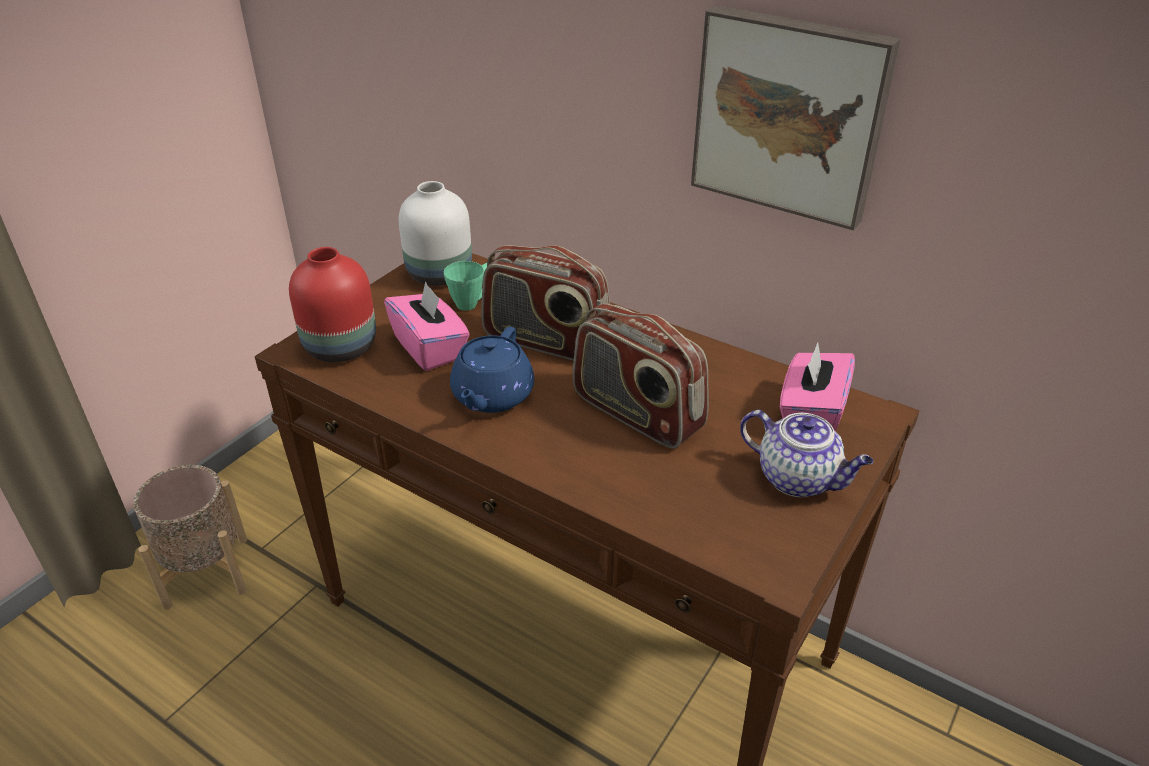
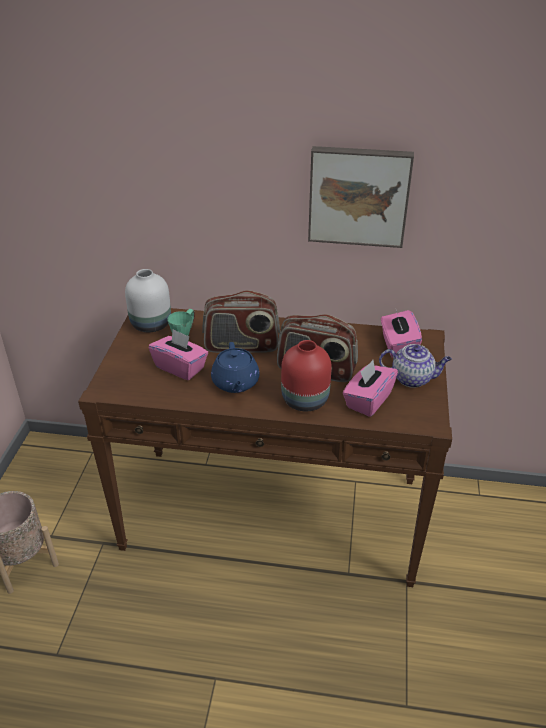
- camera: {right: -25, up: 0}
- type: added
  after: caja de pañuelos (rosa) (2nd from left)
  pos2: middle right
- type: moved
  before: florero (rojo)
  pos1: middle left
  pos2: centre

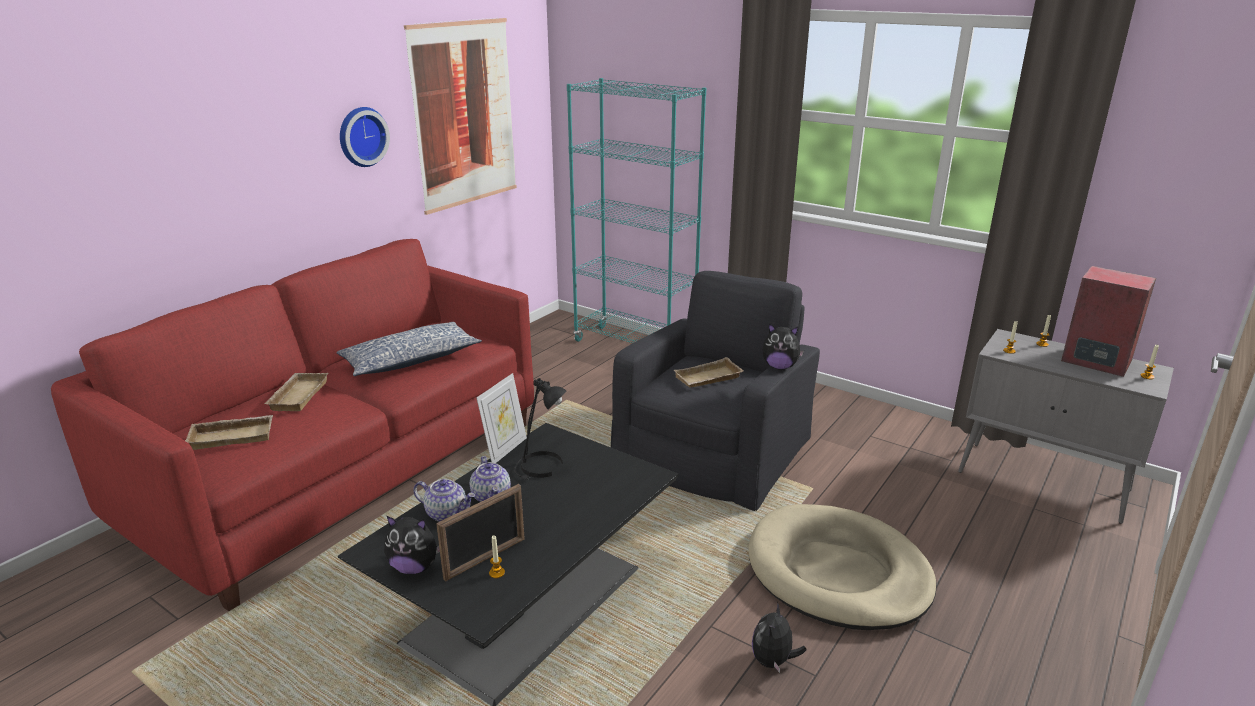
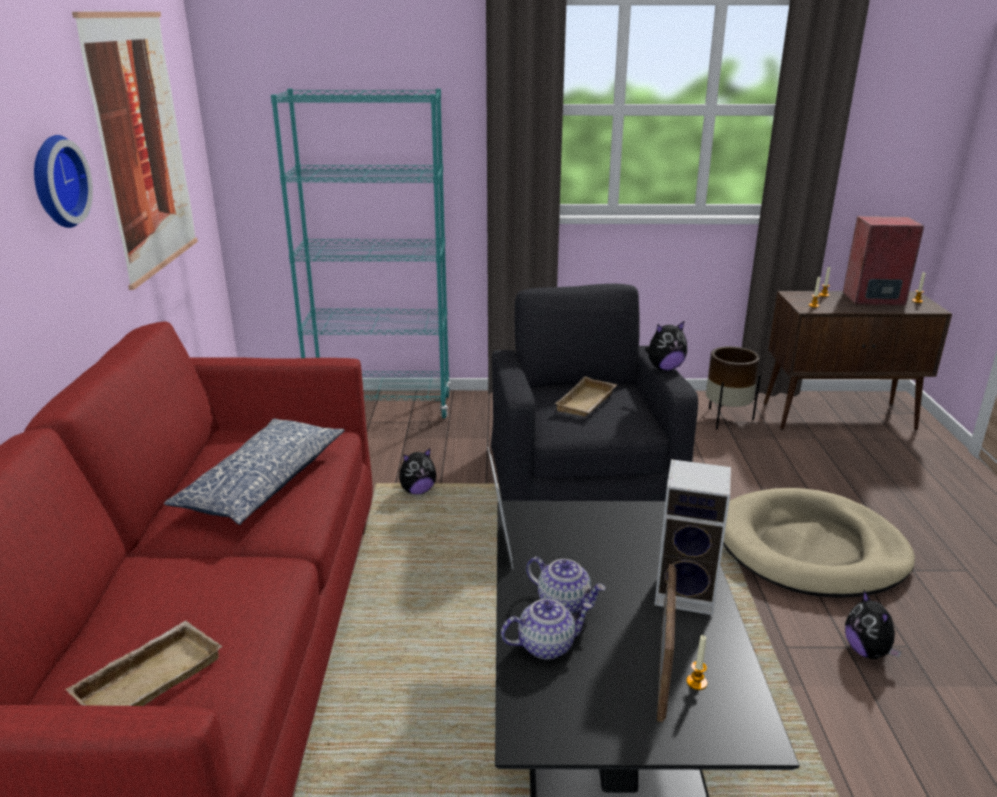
- camera: {right: -35, up: 0}
- type: removed
  before: bandeja (beis) (2nd from left)
  pos1: middle left
- type: removed
  before: lámpara de mesa (negro)
  pos1: centre
- type: added
  after: altavoz (1st from left)
  pos2: bottom right
- type: added
  after: maceta (marrón)
  pos2: middle right
- type: moved
  before: peluche (1st from left)
  pos1: bottom left
  pos2: centre
- type: recoloured
  before: armario (gris)
  after: armario (marrón)
  pos1: middle right
  pos2: middle right

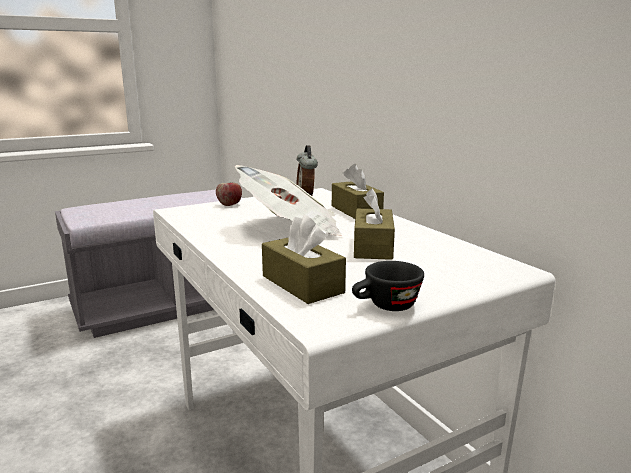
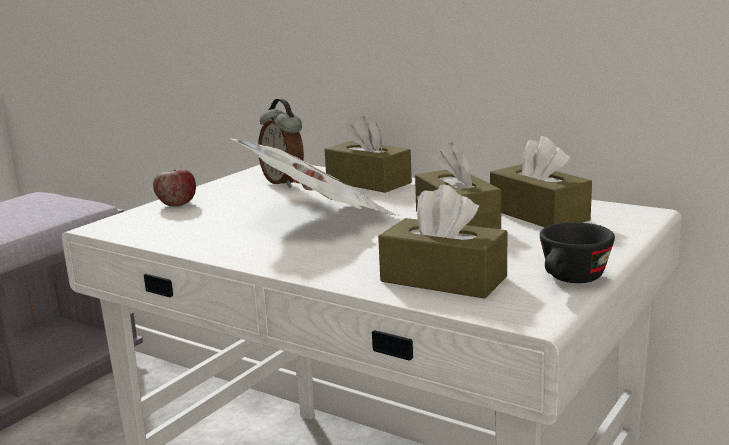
- camera: {right: -25, up: 0}
- type: added
  after: caja de pañuelos (marrón) (4th from left)
  pos2: middle right

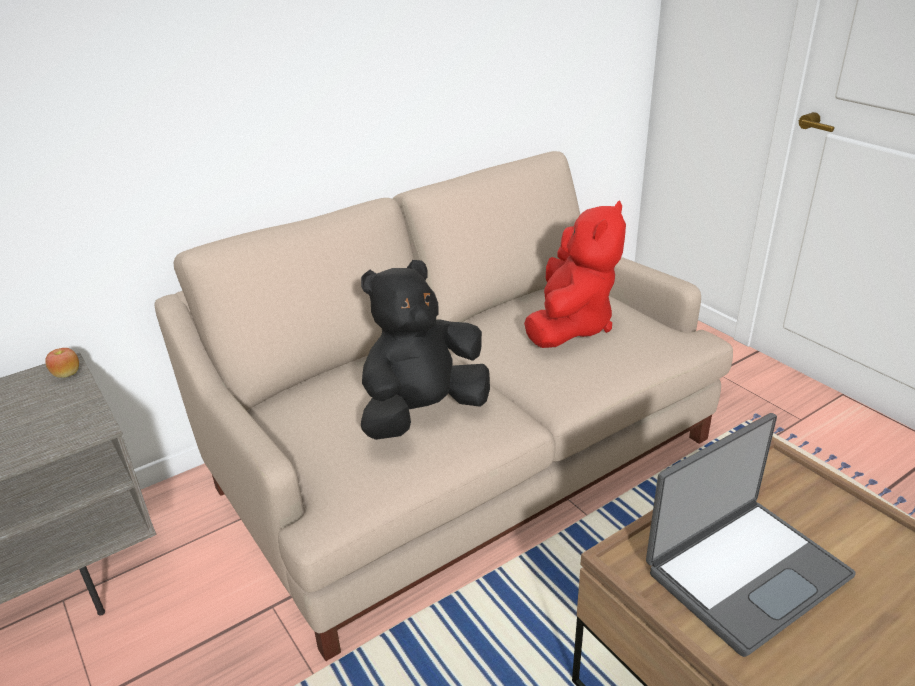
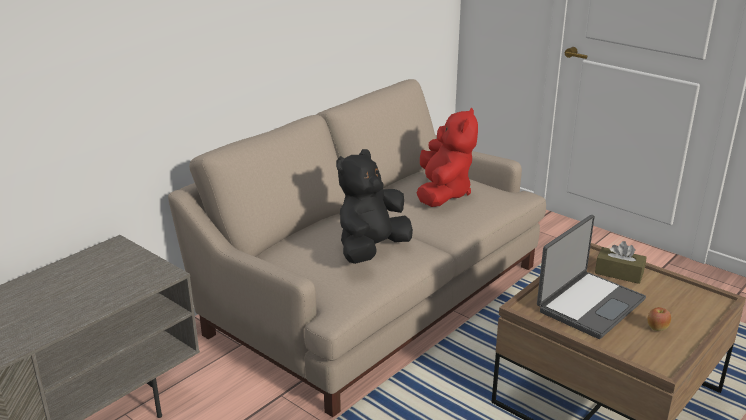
- camera: {right: -15, up: -5}
- type: added
  after: caja de pañuelos (marrón)
  pos2: middle right
- type: moved
  before: manzana
  pos1: middle left
  pos2: bottom right

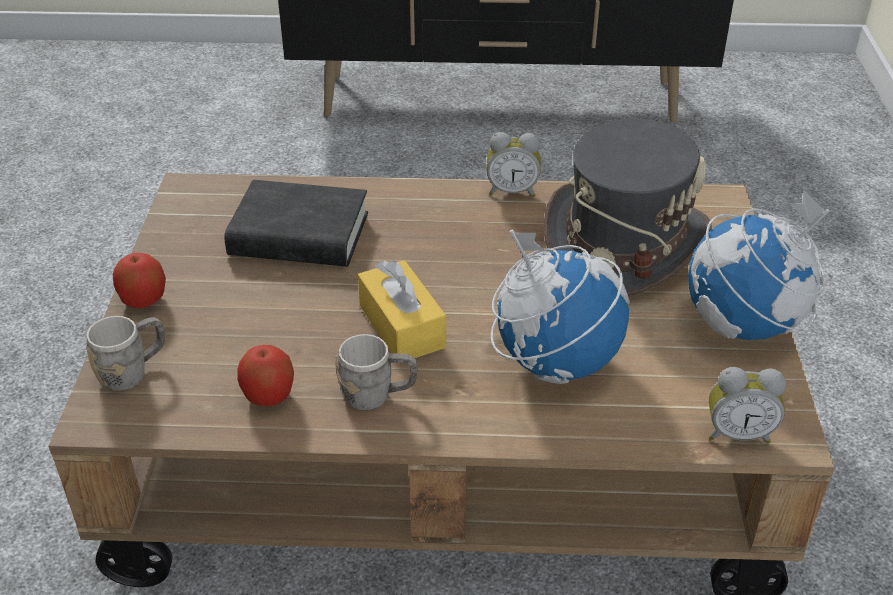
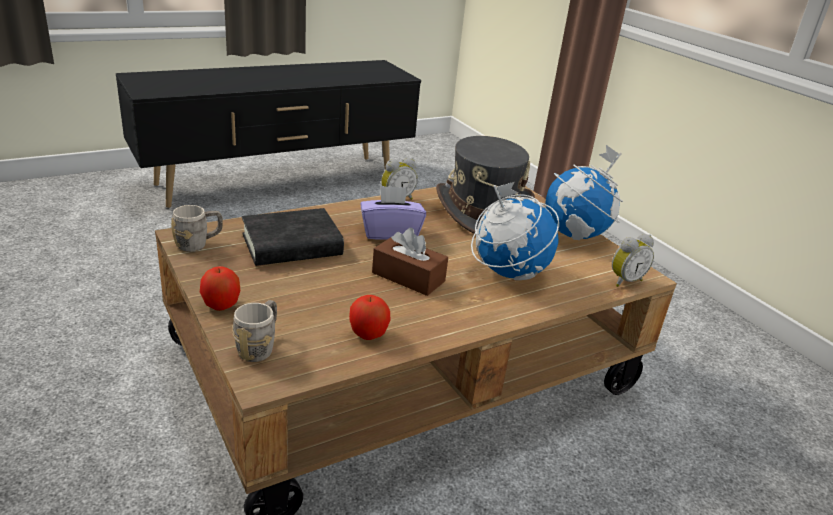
- camera: {right: -35, up: -10}
- type: added
  after: caja de pañuelos (morado)
  pos2: centre
- type: moved
  before: taza grande (gris) (2nd from left in the first image)
  after: taza grande (gris) (1st from left)
  pos1: centre
  pos2: middle left
- type: recoloured
  before: caja de pañuelos (amarillo)
  after: caja de pañuelos (marrón)
  pos1: centre
  pos2: centre

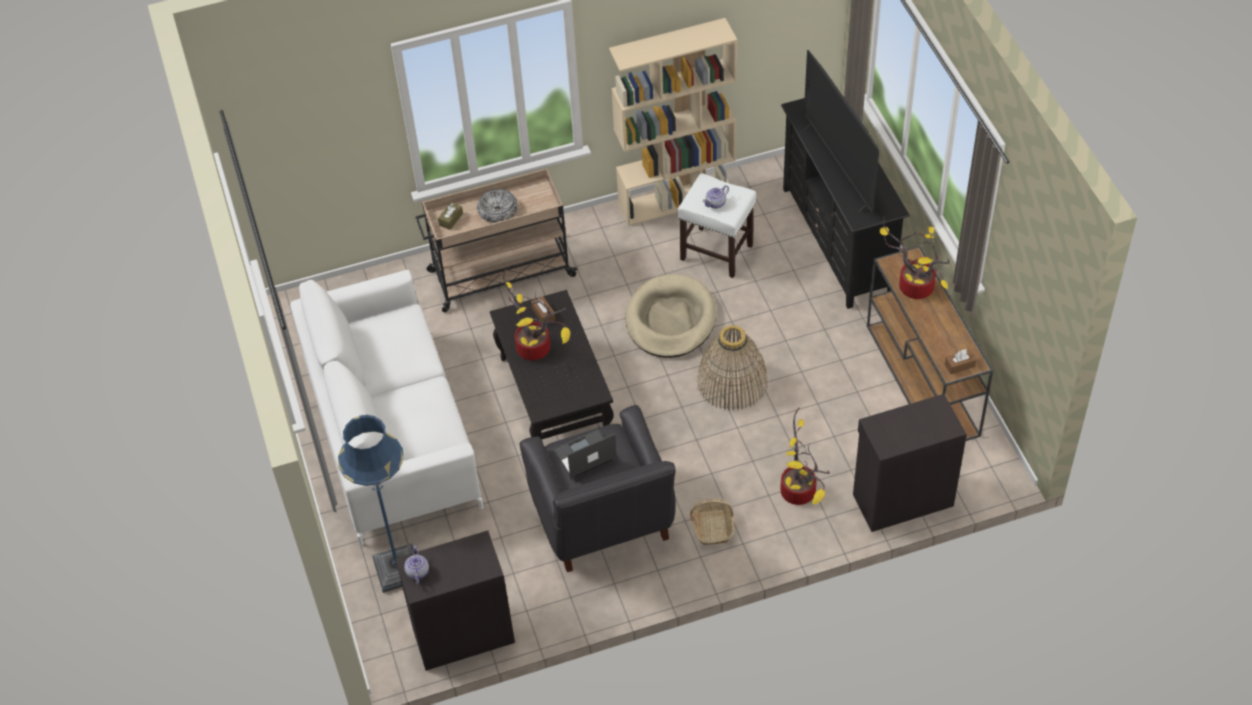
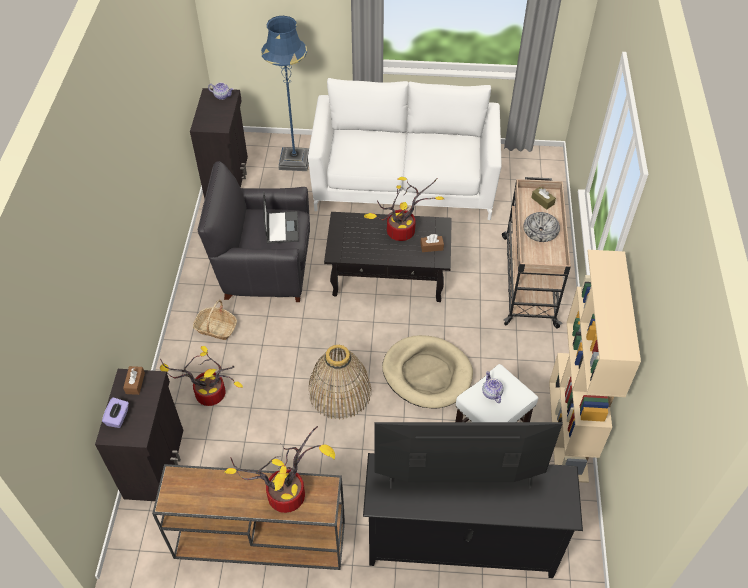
- camera: {right: 110, up: 0}
- type: added
  after: caja de pañuelos (morado)
  pos2: bottom left
- type: moved
  before: caja de pañuelos (marrón) (3rd from left in the first image)
  after: caja de pañuelos (marrón) (1st from left)
  pos1: middle right
  pos2: middle left

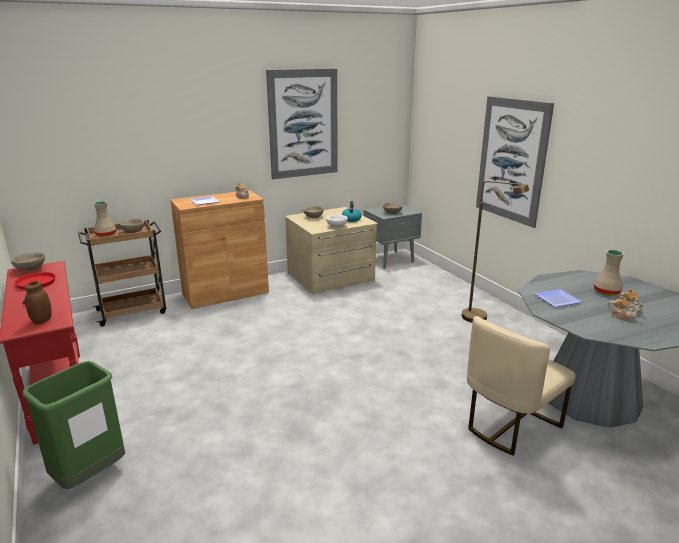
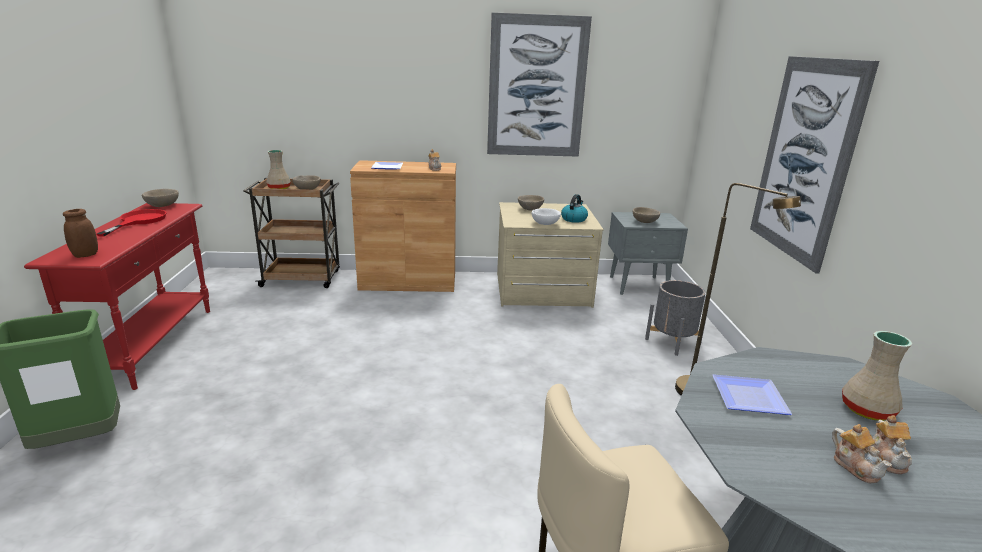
- camera: {right: 25, up: 0}
- type: added
  after: maceta (gris)
  pos2: middle right

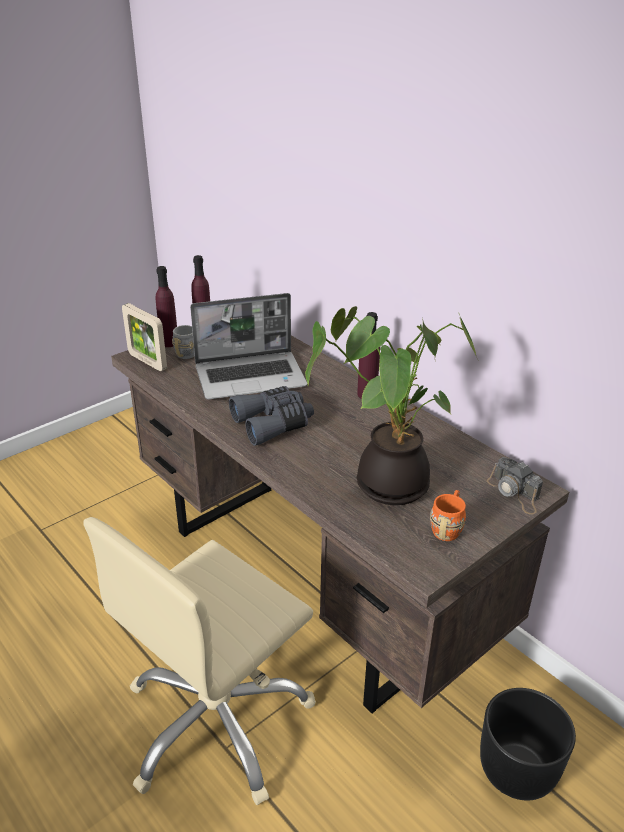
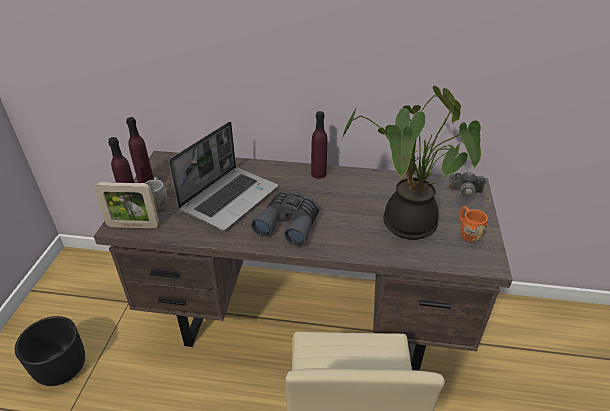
- camera: {right: -40, up: 5}
- type: moved
  before: maceta (negro)
  pos1: bottom right
  pos2: bottom left

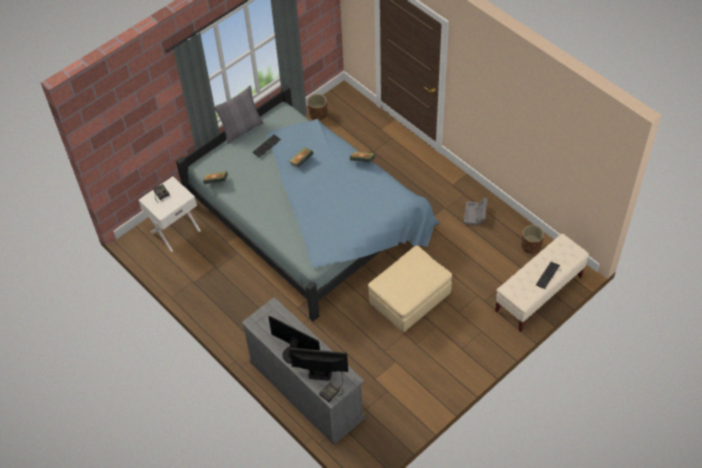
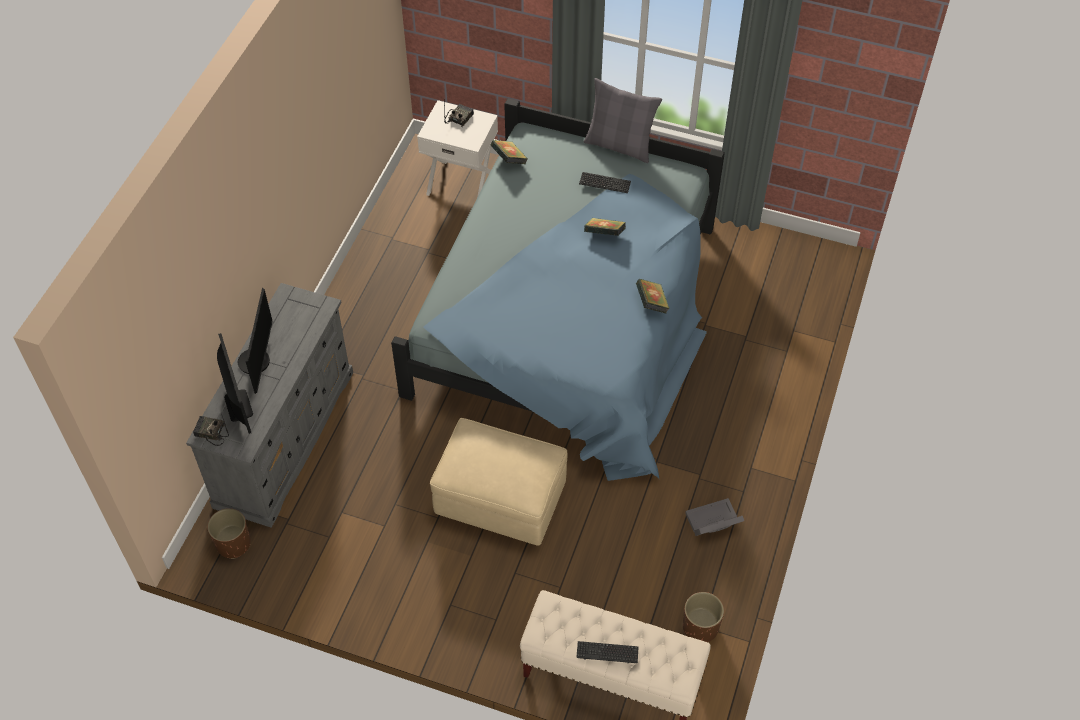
- camera: {right: 60, up: 0}
- type: moved
  before: maceta (marrón) (1st from left)
  pos1: top centre
  pos2: bottom left

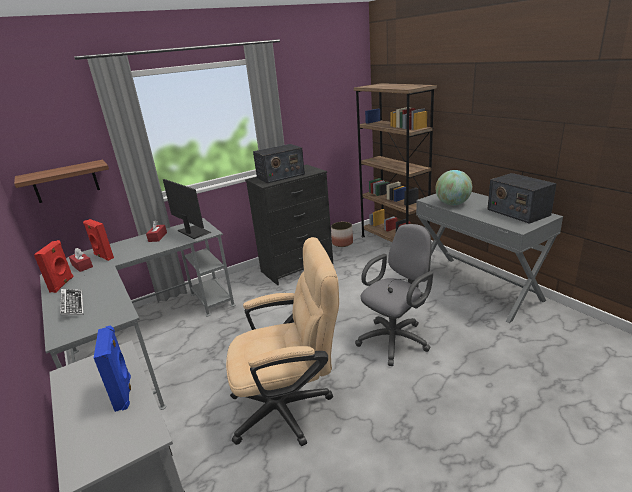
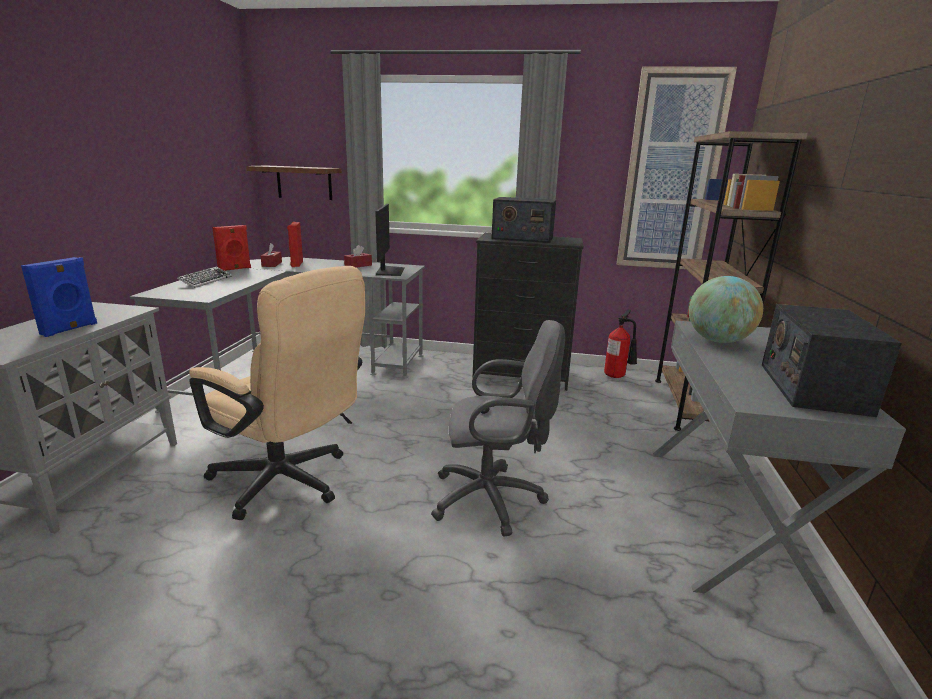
- camera: {right: 40, up: -5}
- type: added
  after: cuadro
  pos2: top right
- type: replaced
  before: maceta
  after: extintor
  pos1: centre
  pos2: centre

